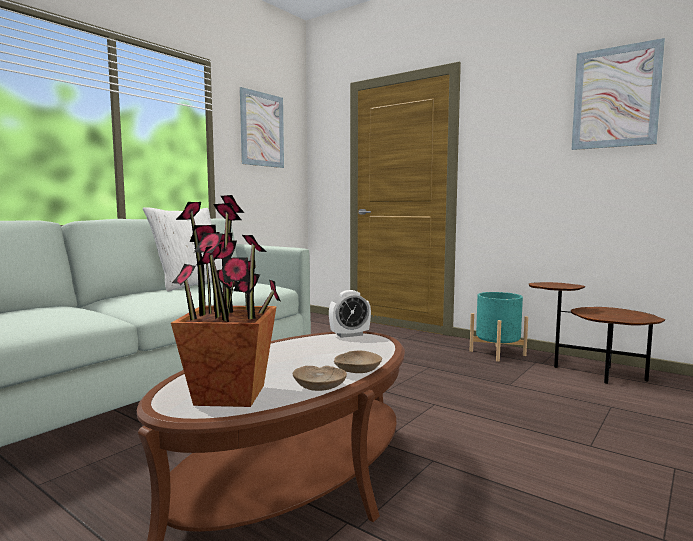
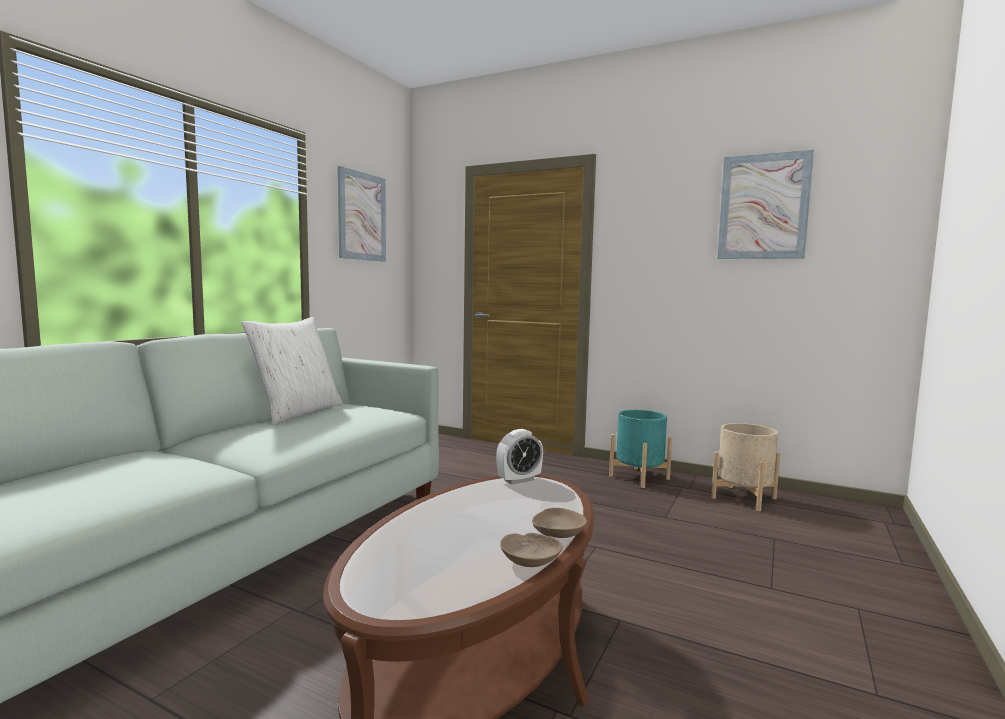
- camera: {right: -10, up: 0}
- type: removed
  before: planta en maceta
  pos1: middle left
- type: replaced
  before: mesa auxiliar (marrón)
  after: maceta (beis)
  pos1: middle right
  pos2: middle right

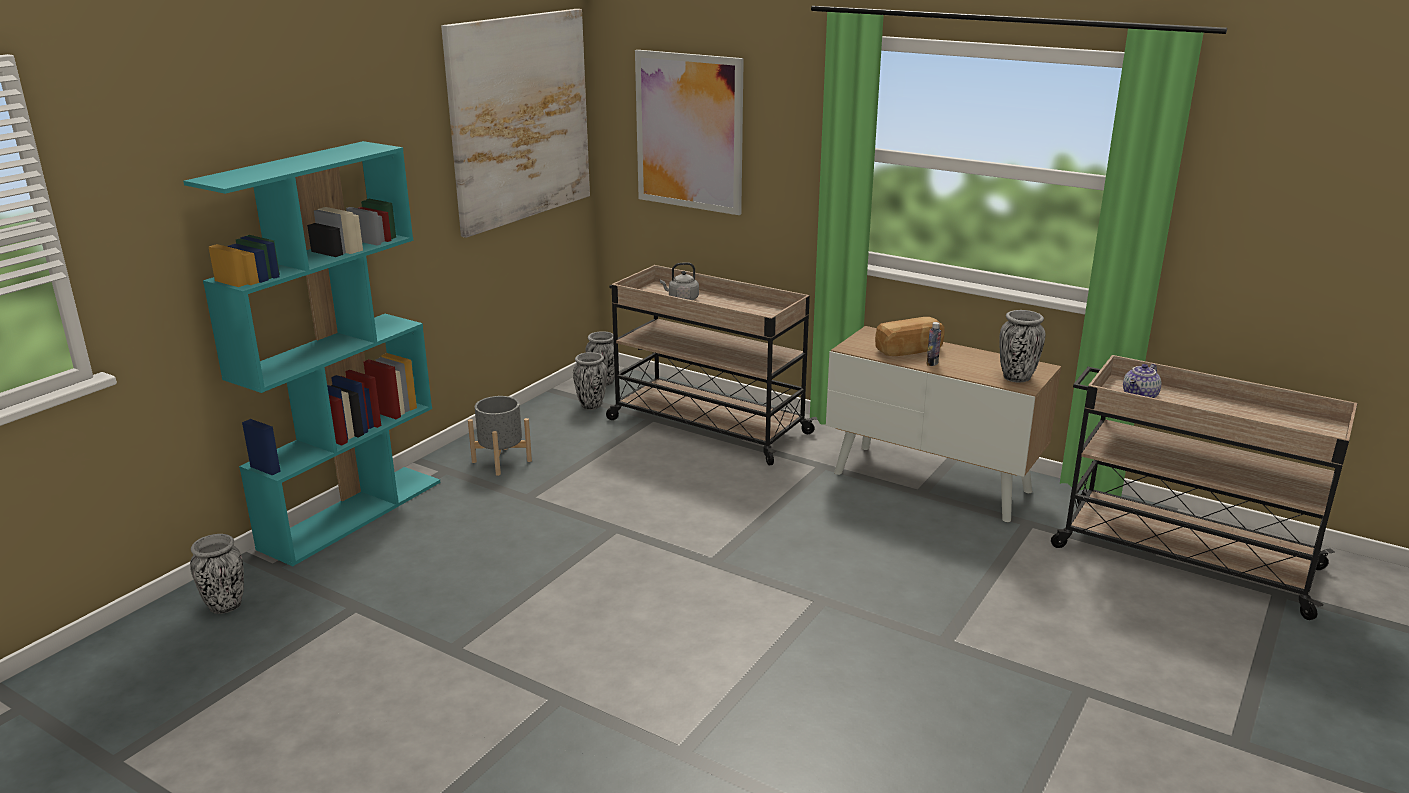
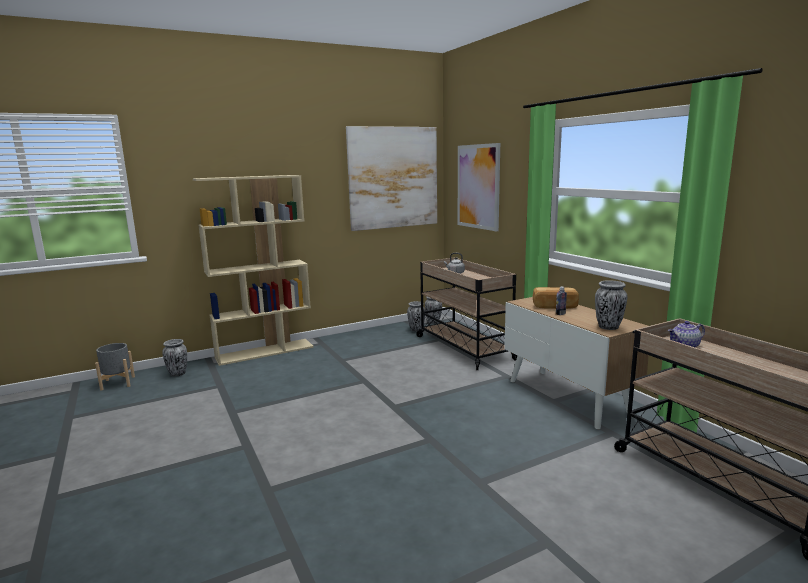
- camera: {right: 30, up: -10}
- type: moved
  before: maceta (gris)
  pos1: centre
  pos2: middle left
- type: recoloured
  before: estantería (turquesa)
  after: estantería (beis)
  pos1: middle left
  pos2: middle left

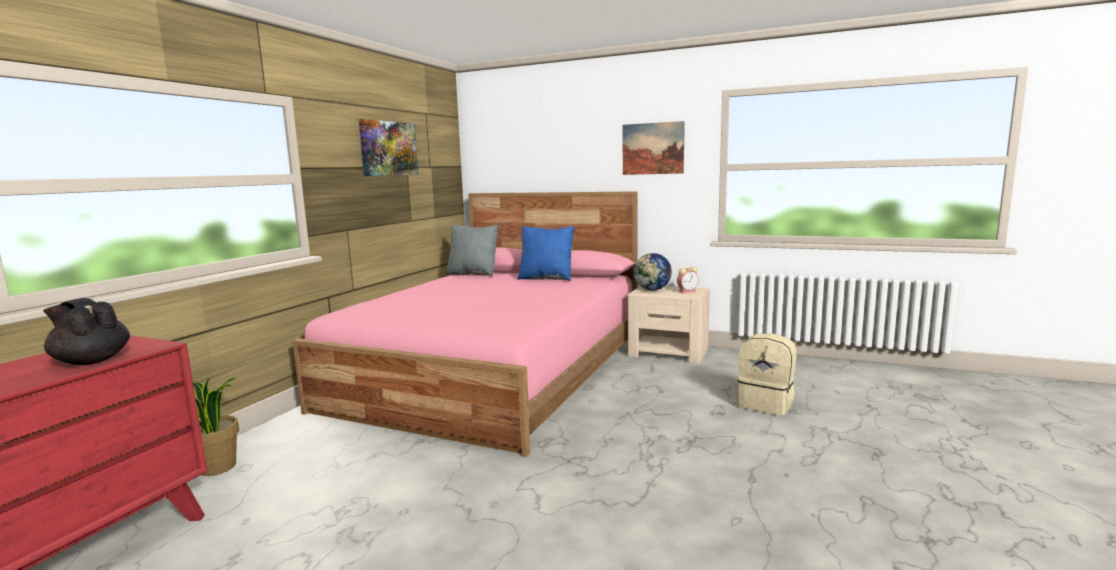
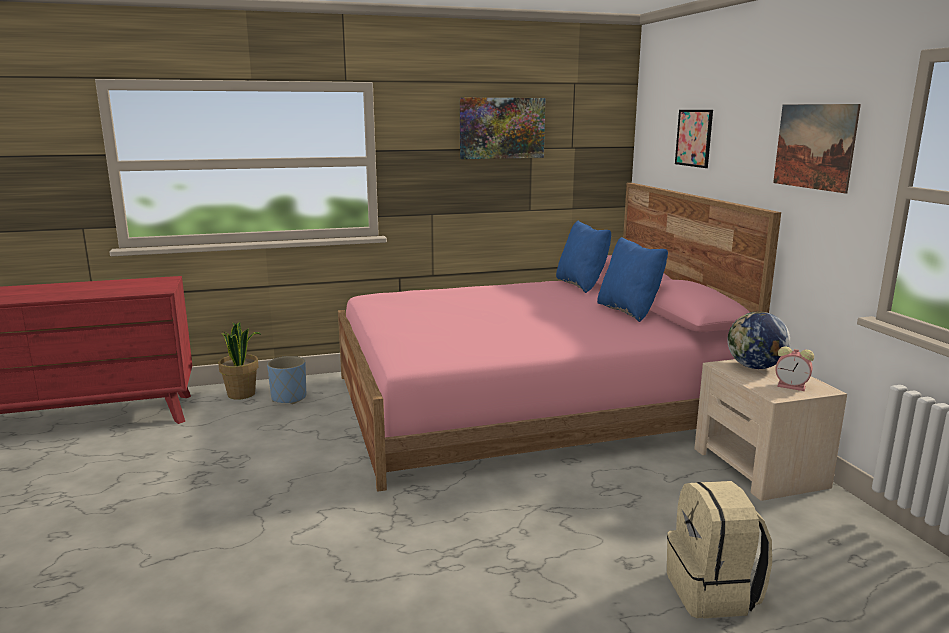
- camera: {right: 50, up: 5}
- type: removed
  before: tetera (negro)
  pos1: middle left
- type: added
  after: maceta (azul)
  pos2: middle left
- type: added
  after: cuadro (2nd from left)
  pos2: top right
- type: recoloured
  before: cojín (gris)
  after: cojín (azul) (1st from left)
  pos1: centre
  pos2: centre

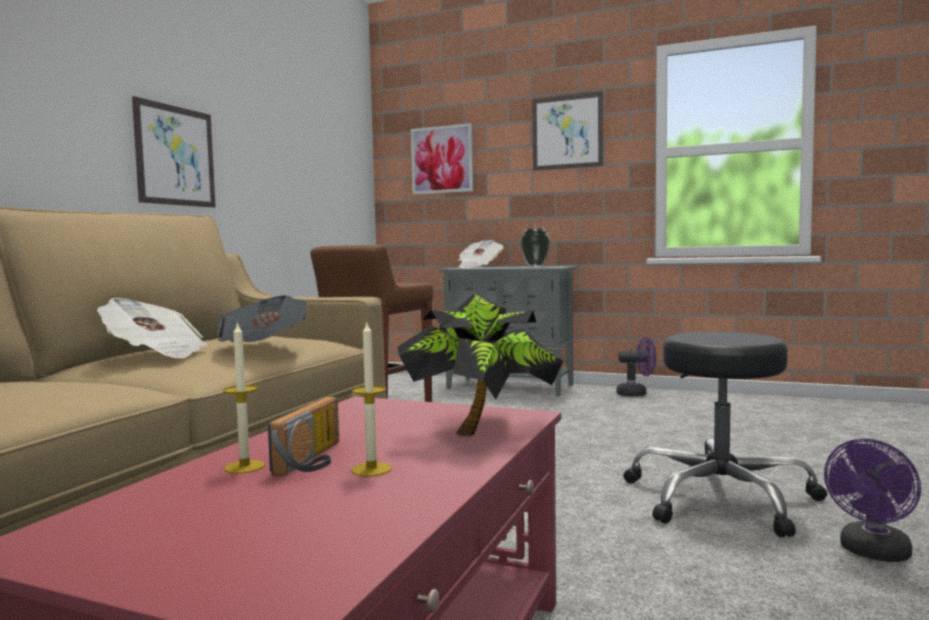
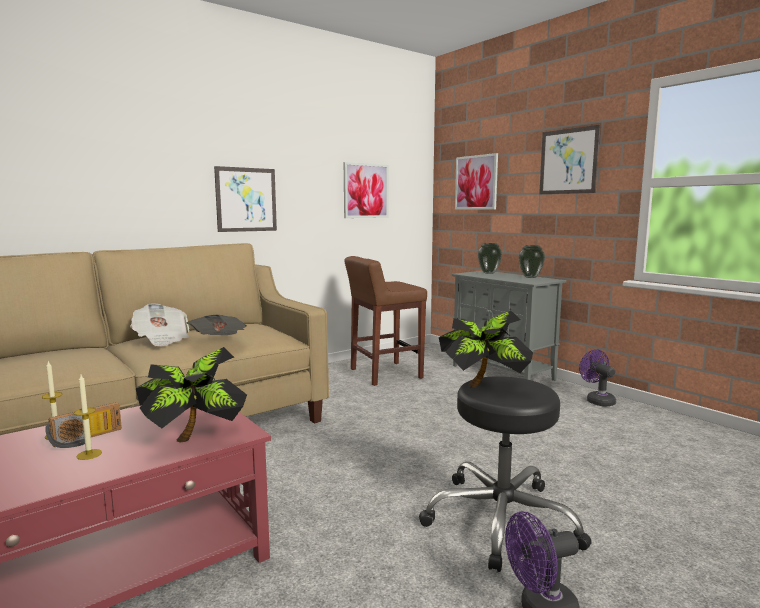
- camera: {right: 30, up: 5}
- type: added
  after: cuadro (2nd from left)
  pos2: top centre
- type: added
  after: planta en maceta (2nd from left)
  pos2: centre
- type: replaced
  before: periódico (3rd from left)
  after: florero (1st from left)
  pos1: centre
  pos2: centre
- type: turned
  before: ventilador (morado) (1st from left in the first image)
  pos1: middle right
  pos2: middle right
  turn: -150

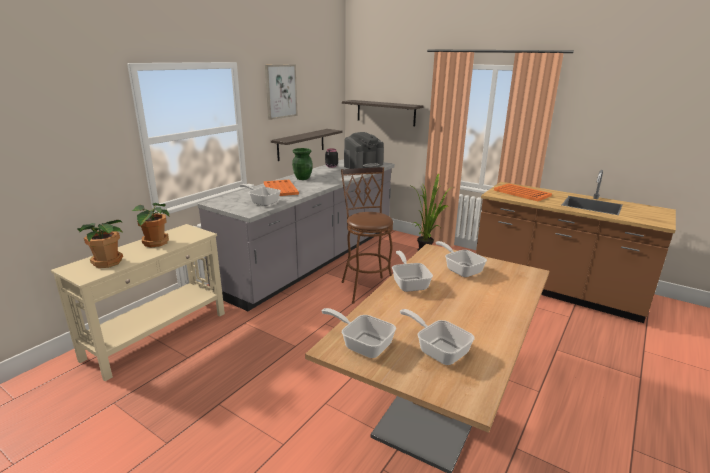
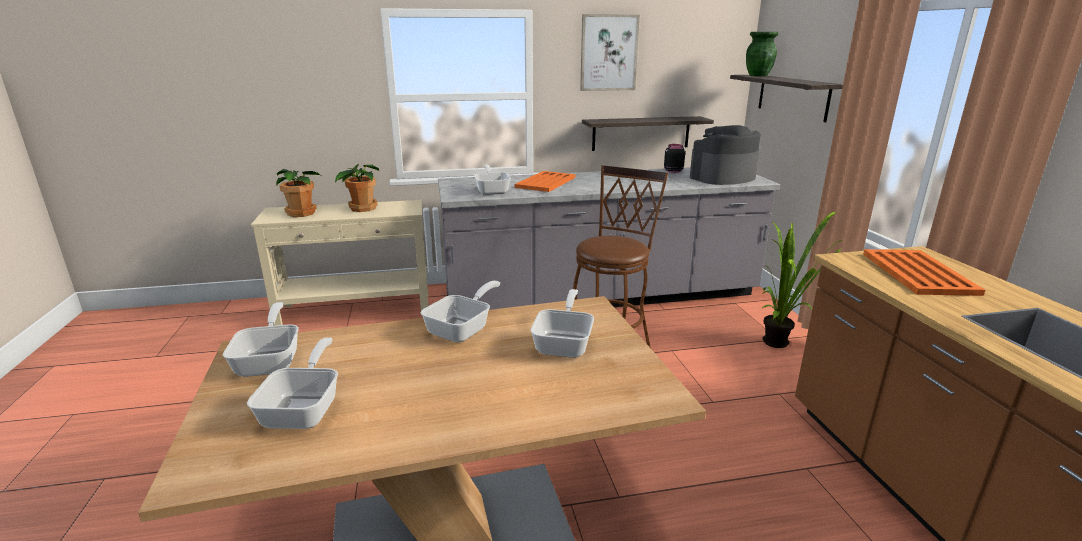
- camera: {right: 45, up: 0}
- type: moved
  before: florero (verde)
  pos1: centre
  pos2: top right
- type: turned
  before: cafetera
  pos1: top centre
  pos2: top right
  turn: 150

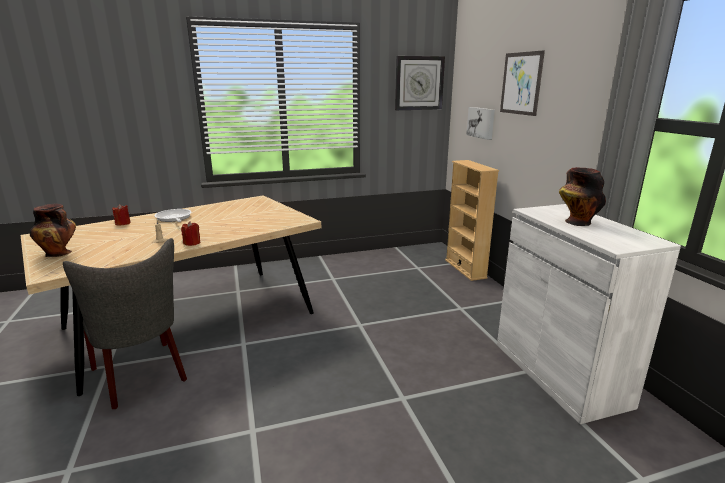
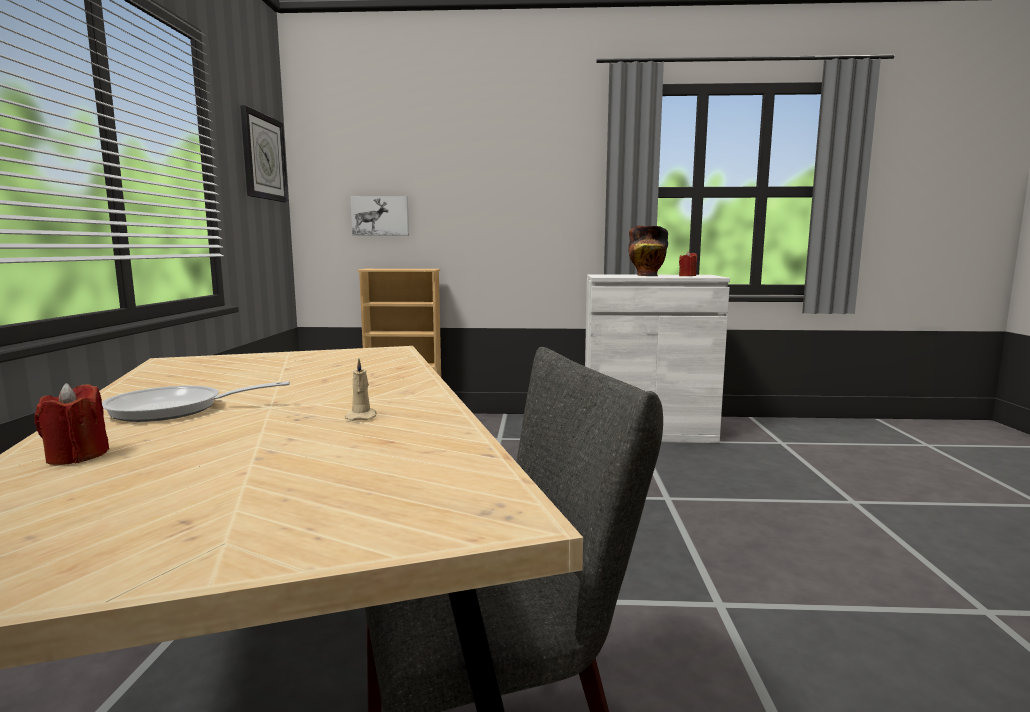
- camera: {right: -70, up: -10}
- type: removed
  before: florero (1st from left)
  pos1: middle left
- type: removed
  before: cuadro (2nd from left)
  pos1: top right
- type: moved
  before: vela (rojo) (2nd from left)
  pos1: middle left
  pos2: middle right

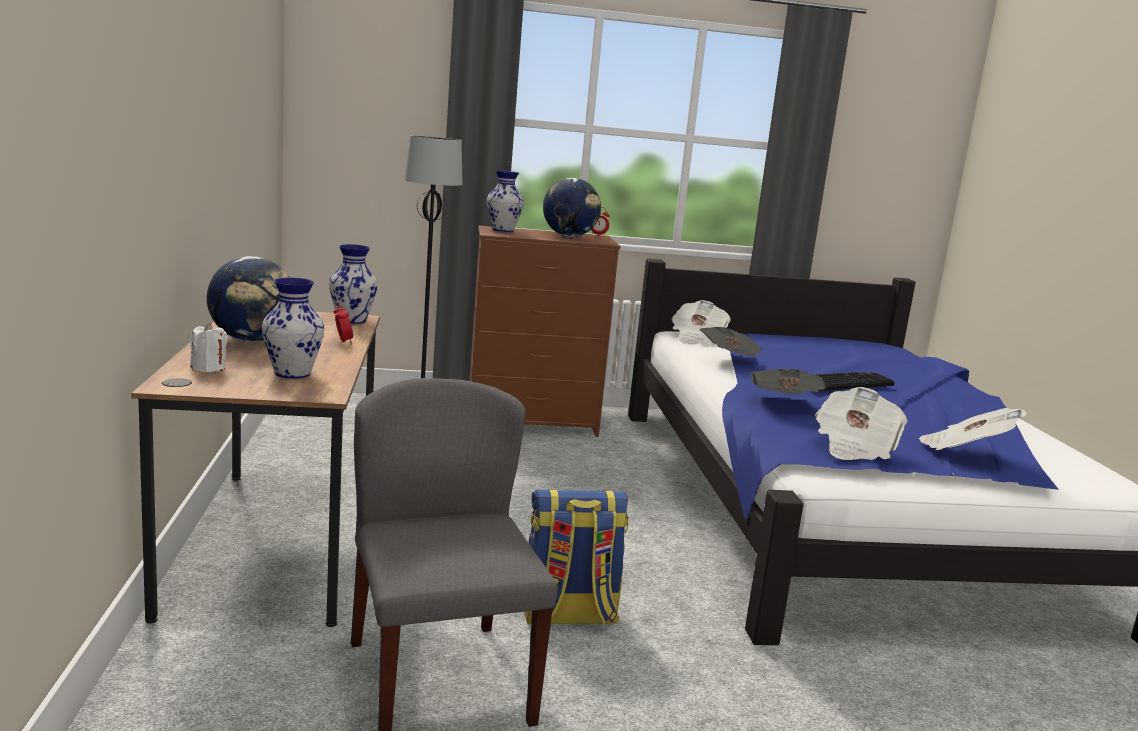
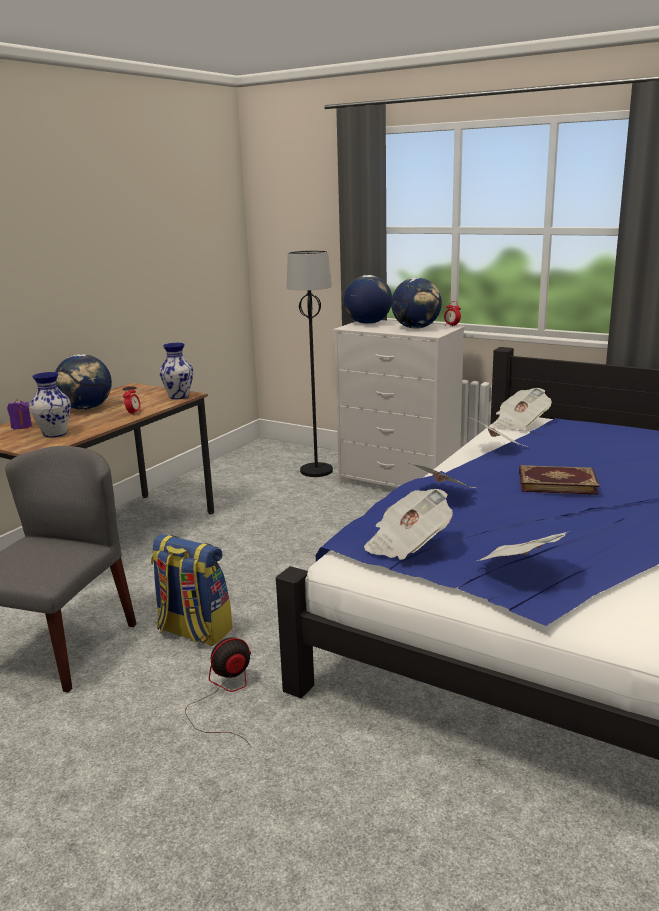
- camera: {right: 40, up: 5}
- type: added
  after: ventilador
  pos2: bottom left
- type: replaced
  before: florero (3rd from left)
  after: globo terráqueo (2nd from left)
  pos1: top centre
  pos2: top centre
- type: replaced
  before: teclado
  after: libro
  pos1: middle right
  pos2: middle right
- type: recoloured
  before: vela (blanco)
  after: vela (morado)
  pos1: middle left
  pos2: middle left
- type: recoloured
  before: cómoda (marrón)
  after: cómoda (blanco)
  pos1: centre
  pos2: centre

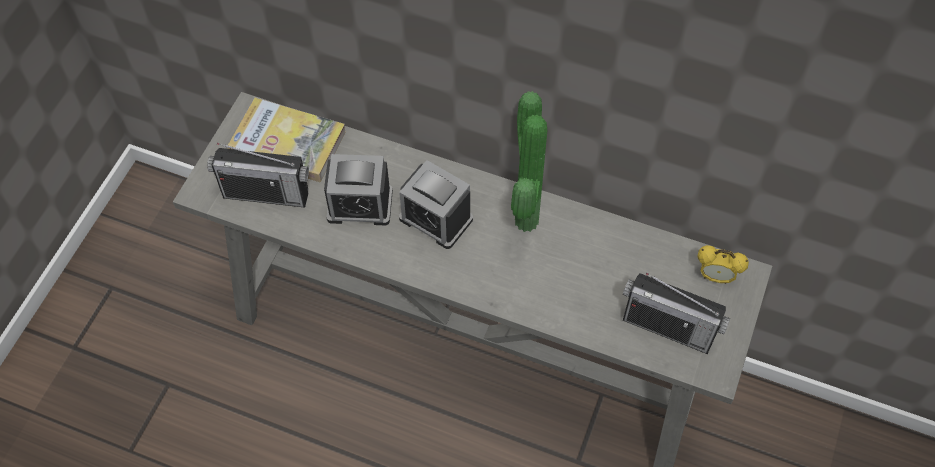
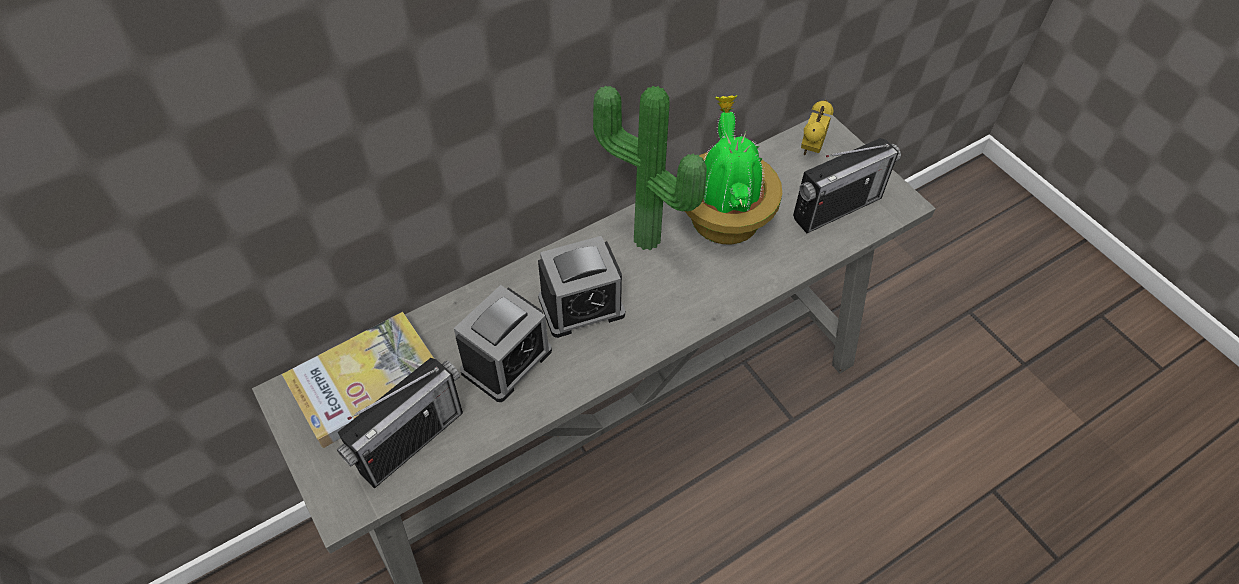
- camera: {right: -55, up: -5}
- type: added
  after: planta en maceta (2nd from left)
  pos2: top centre
- type: turned
  before: despertador (3rd from left)
  pos1: middle right
  pos2: top centre
  turn: 150

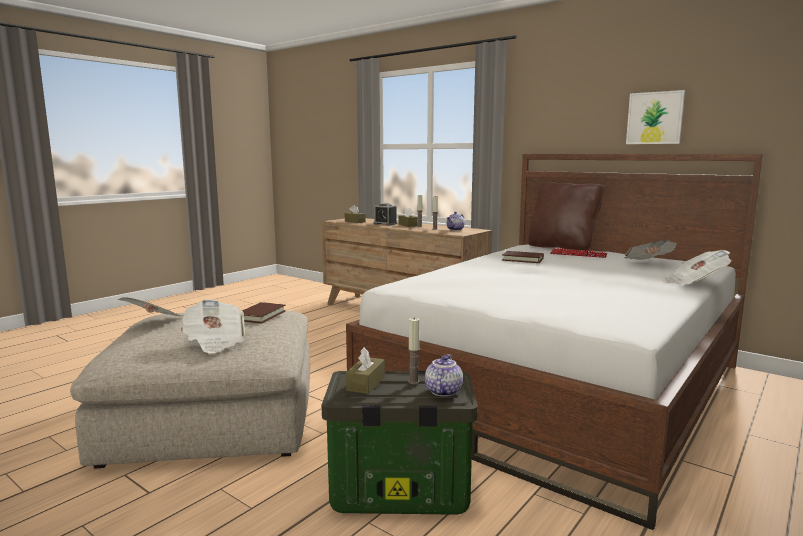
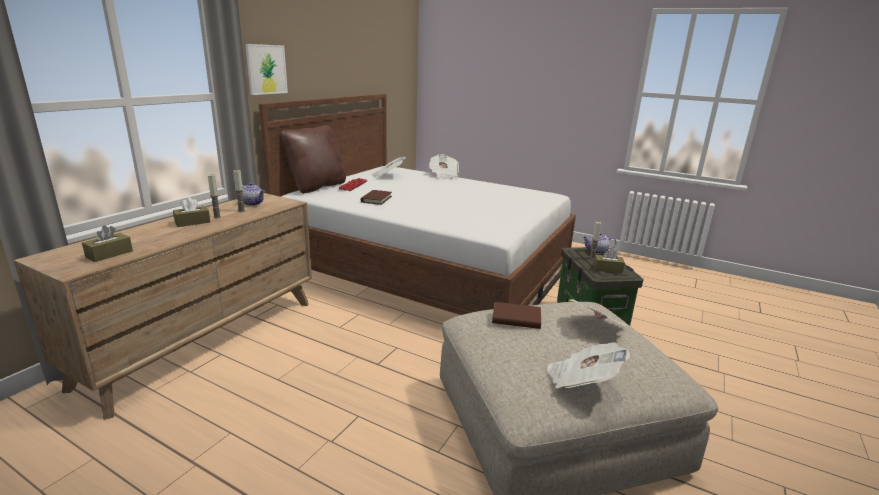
- camera: {right: -100, up: 10}
- type: removed
  before: despertador
  pos1: centre
- type: moved
  before: cuadro
  pos1: top right
  pos2: top left

